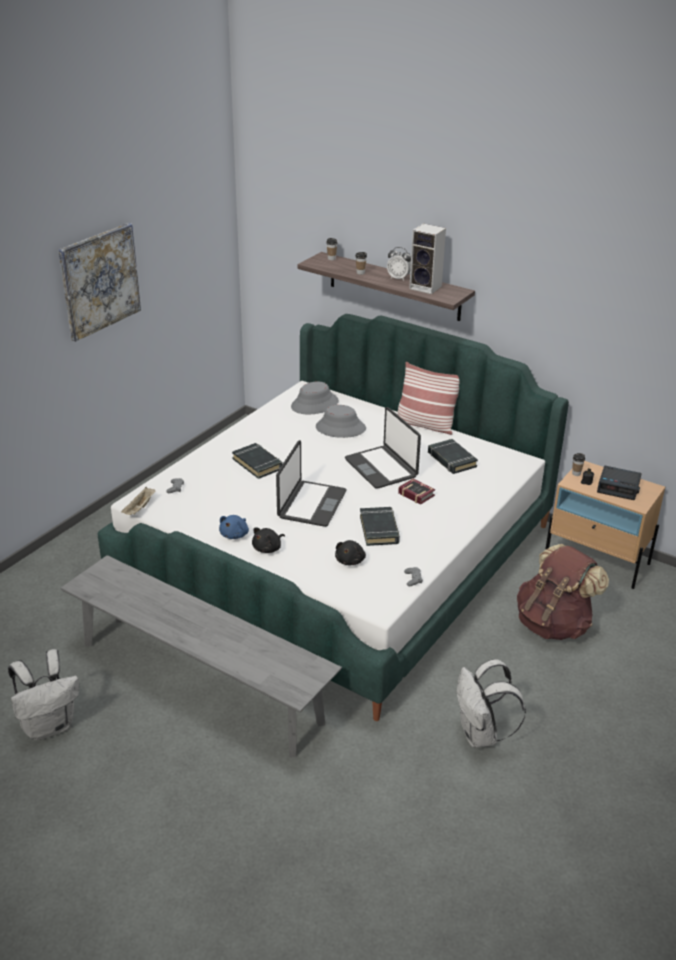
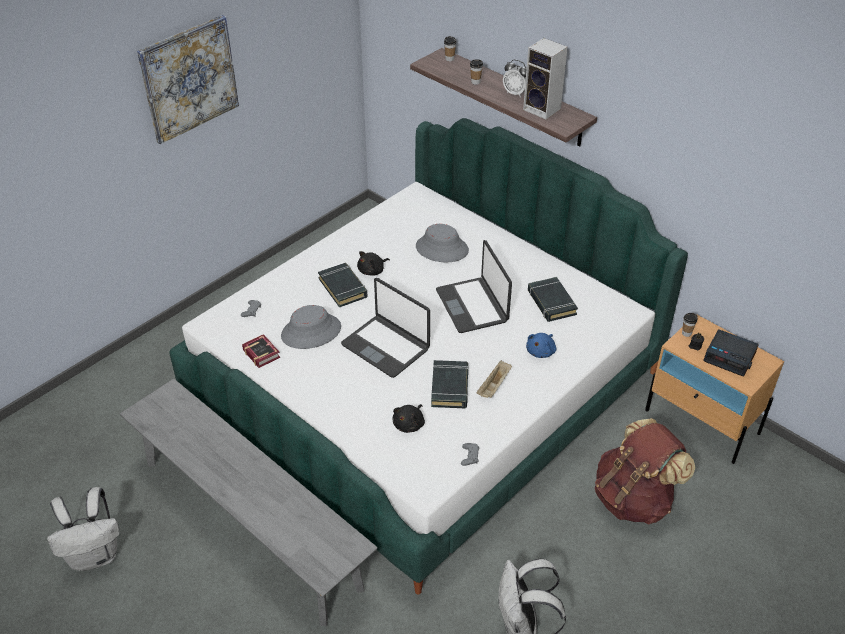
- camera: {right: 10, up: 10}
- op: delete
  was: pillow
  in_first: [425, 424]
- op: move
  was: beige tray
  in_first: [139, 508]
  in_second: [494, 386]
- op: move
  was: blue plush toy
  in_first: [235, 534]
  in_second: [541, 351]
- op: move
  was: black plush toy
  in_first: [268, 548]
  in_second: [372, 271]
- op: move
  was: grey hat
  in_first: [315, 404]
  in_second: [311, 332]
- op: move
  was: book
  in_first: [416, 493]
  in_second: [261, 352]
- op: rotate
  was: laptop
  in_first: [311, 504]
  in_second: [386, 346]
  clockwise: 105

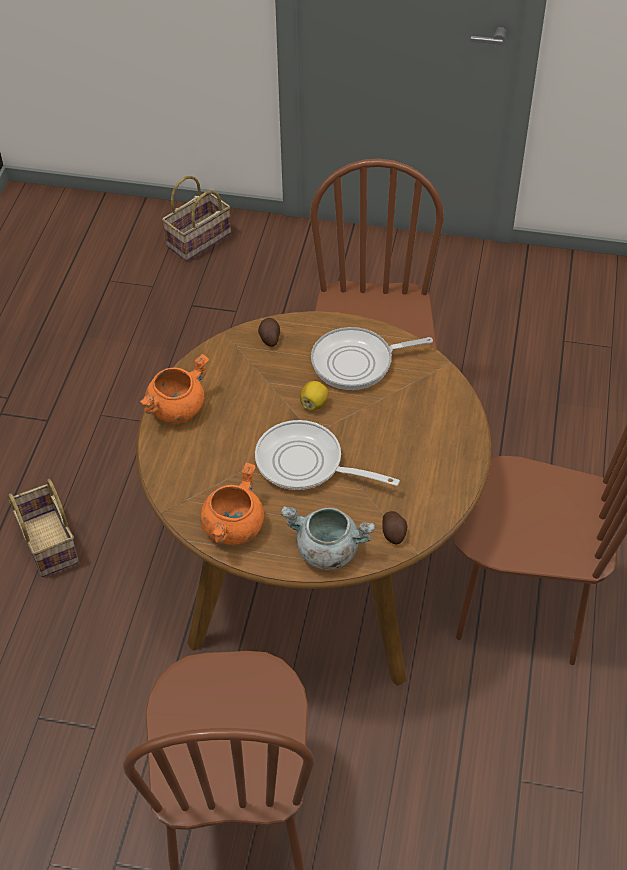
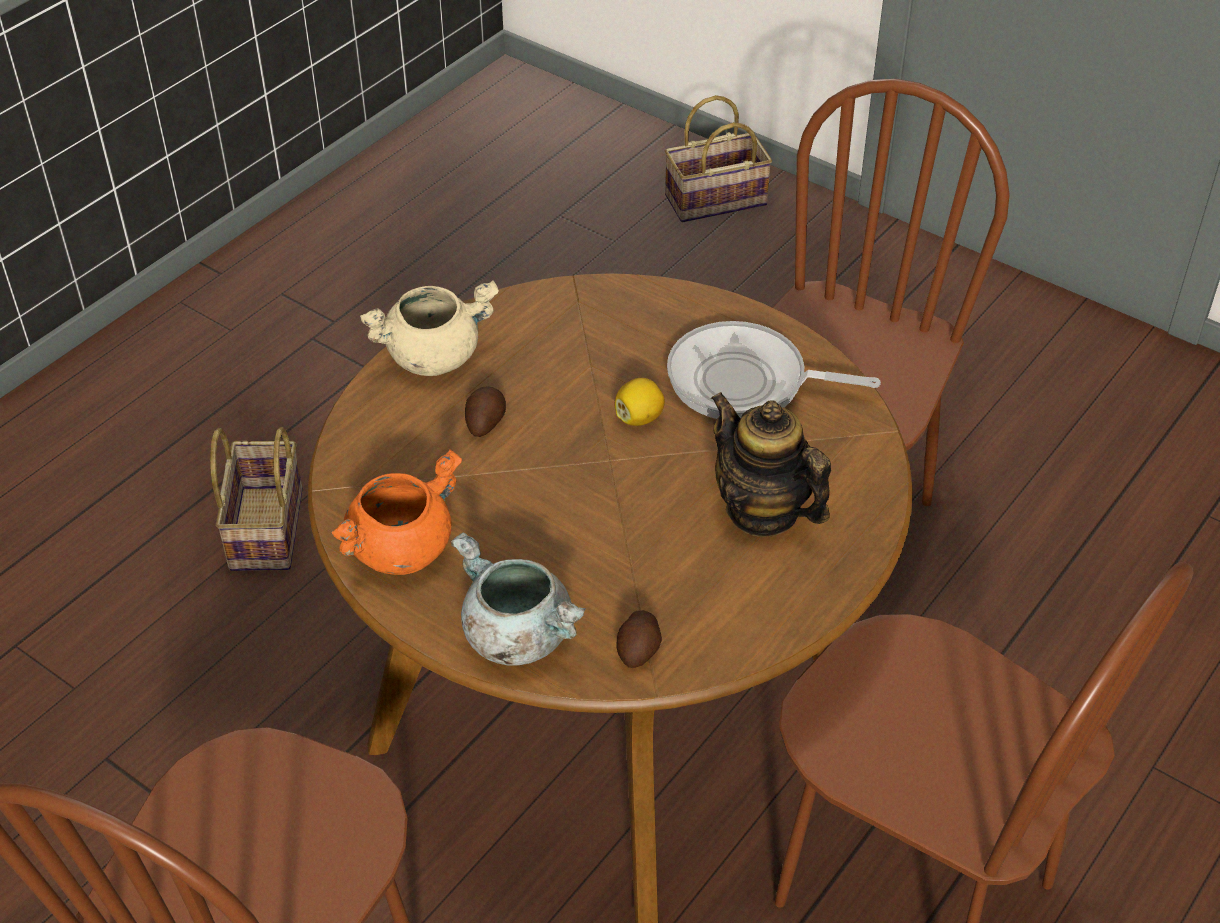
- camera: {right: 25, up: -5}
- op: delete
  was: frying pan
  in_first: [306, 464]
- op: insert
  now: teapot
  in_second: [763, 511]
- op: move
  was: potato
  in_first: [269, 338]
  in_second: [484, 422]
- op: recolor
  was: orange cooking pot
  now: beige cooking pot
  in_first: [176, 408]
  in_second: [433, 356]

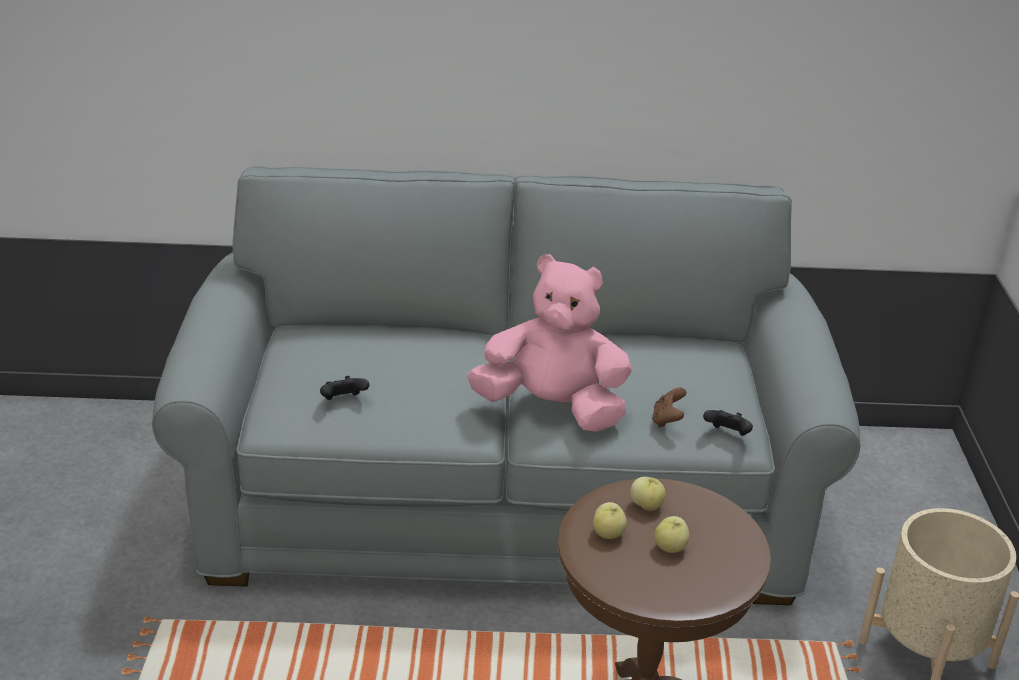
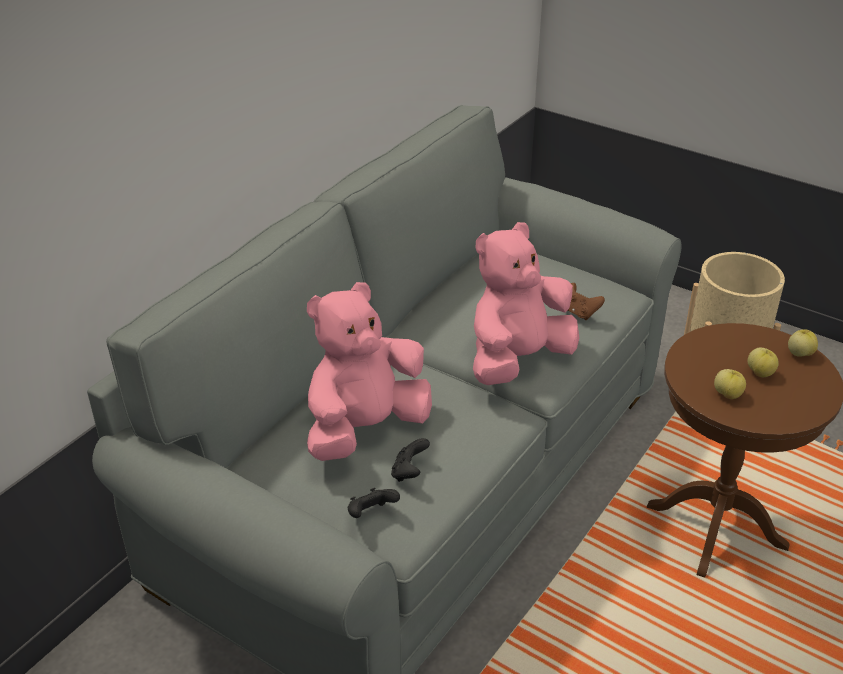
- camera: {right: -55, up: 5}
- op: insert
  now: pink plush toy
  in_second: [365, 429]
- op: move
  was: apple
  in_first: [646, 506]
  in_second: [799, 353]
- op: move
  was: black game controller
  in_first: [727, 435]
  in_second: [371, 514]

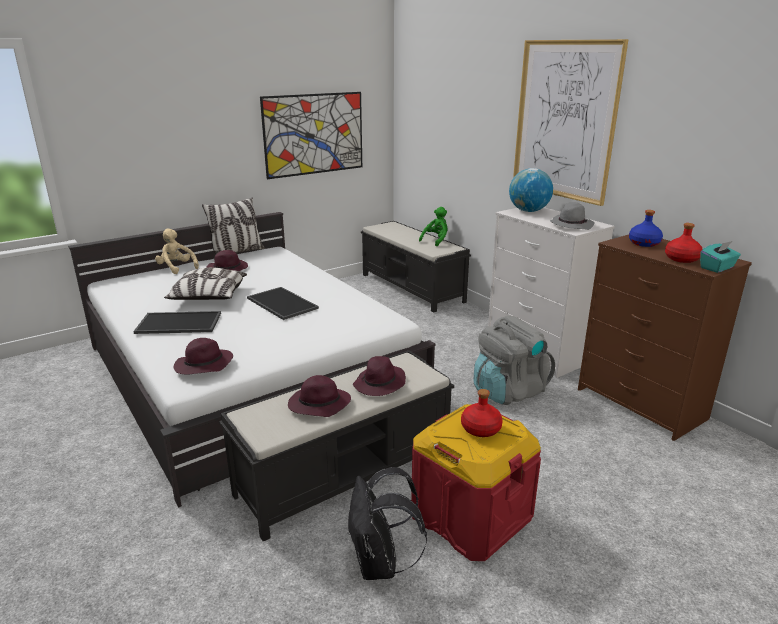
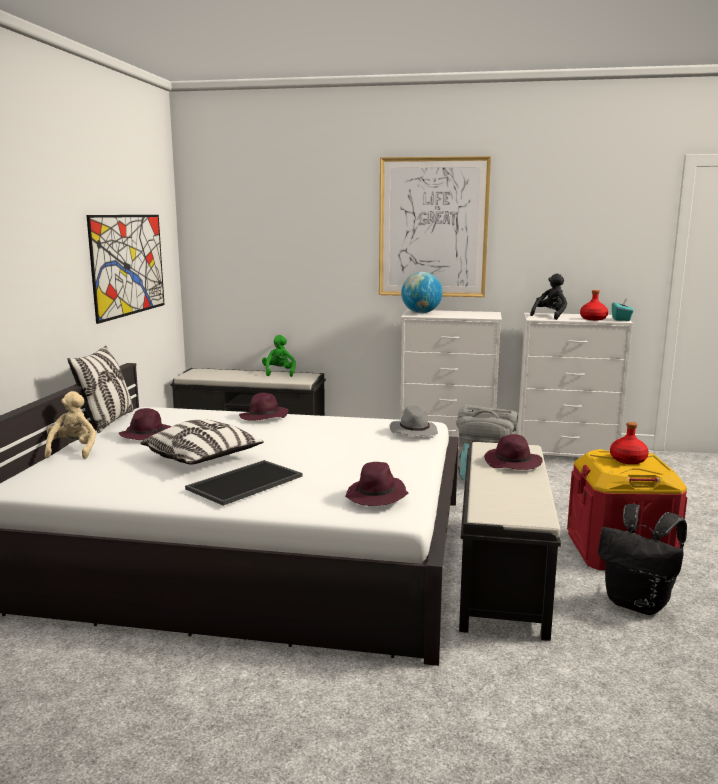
- camera: {right: -45, up: -10}
- op: delete
  was: tray
  in_first: [280, 303]
- op: move
  was: purple hat
  in_first: [318, 405]
  in_second: [263, 417]
- op: move
  was: grey hat
  in_first: [571, 225]
  in_second: [413, 432]
- op: replace
  was: blue bottle
  now: black plush toy
  in_first: [644, 243]
  in_second: [550, 316]
- op: recolor
  was: brown dresser
  now: white dresser
  in_first: [641, 404]
  in_second: [566, 454]
- op: rotate
  was: beige plush toy
  in_first: [176, 268]
  in_second: [73, 450]
  clockwise: 90

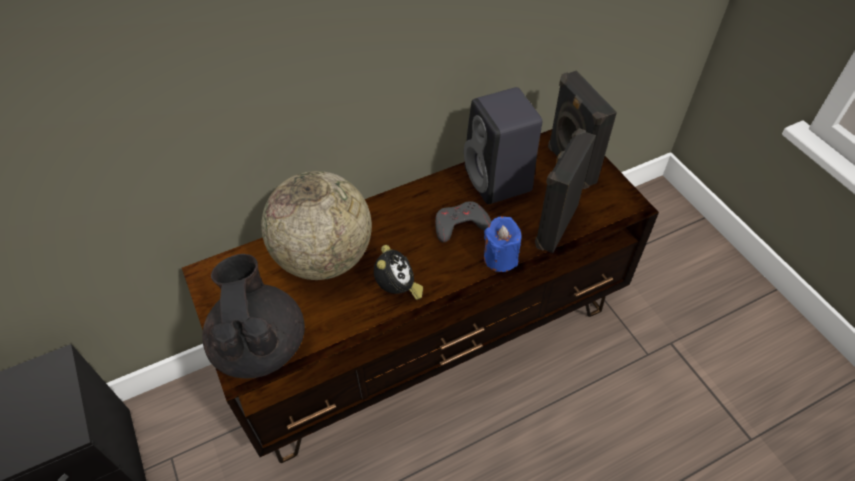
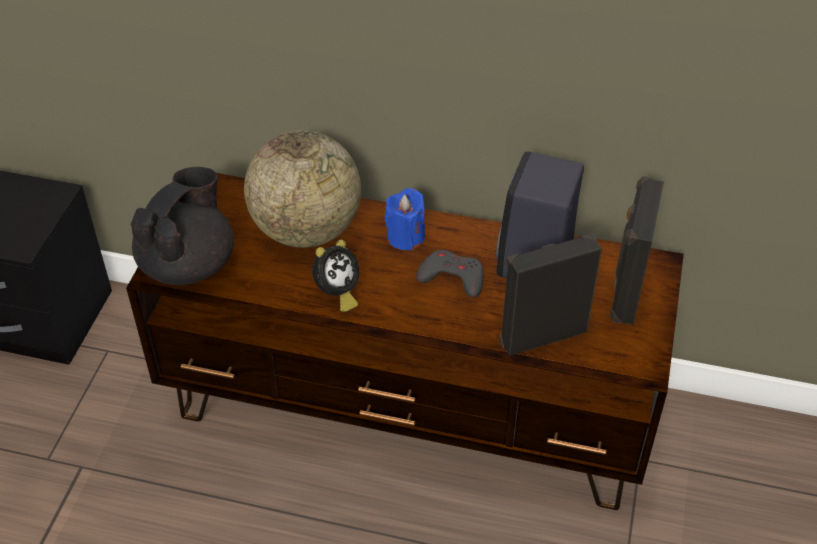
- camera: {right: 40, up: -5}
- op: move
  was: blue candle
  in_first: [500, 258]
  in_second: [405, 237]

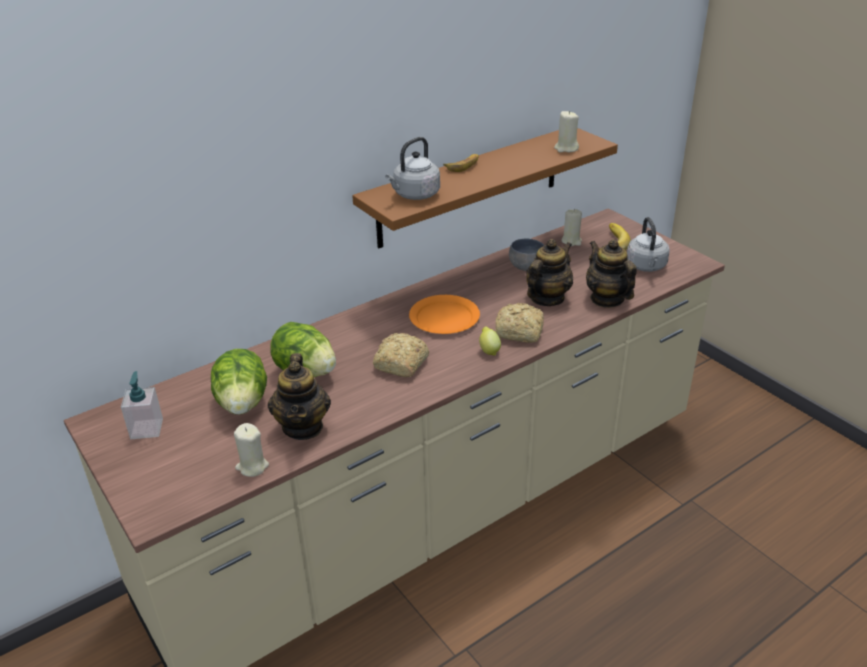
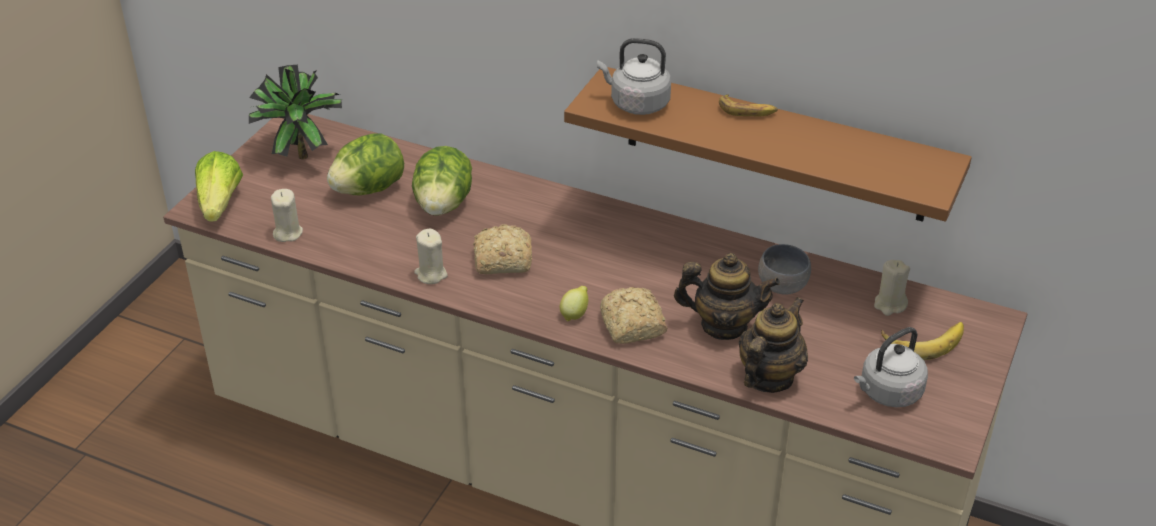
- camera: {right: 60, up: 5}
- op: delete
  was: teapot
  in_first: [303, 426]
- op: delete
  was: orange plate
  in_first: [444, 317]
- op: insert
  now: lettuce
  in_second: [220, 204]
- op: move
  was: beige candle
  in_first: [566, 148]
  in_second: [431, 274]
- op: replace
  was: soap dispenser
  now: potted plant
  in_first: [147, 428]
  in_second: [300, 154]

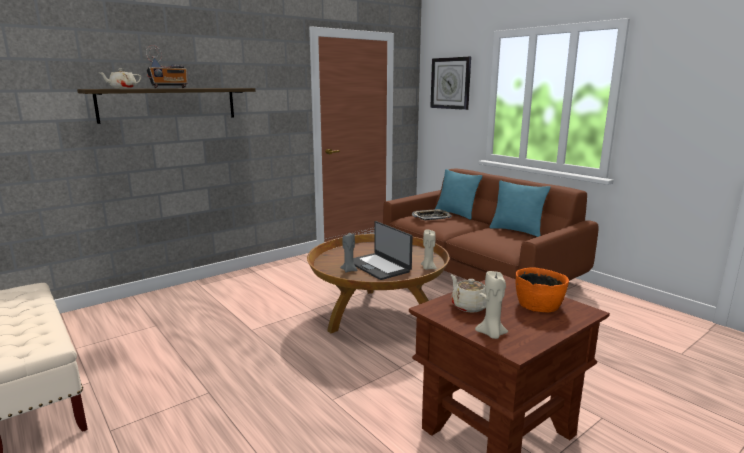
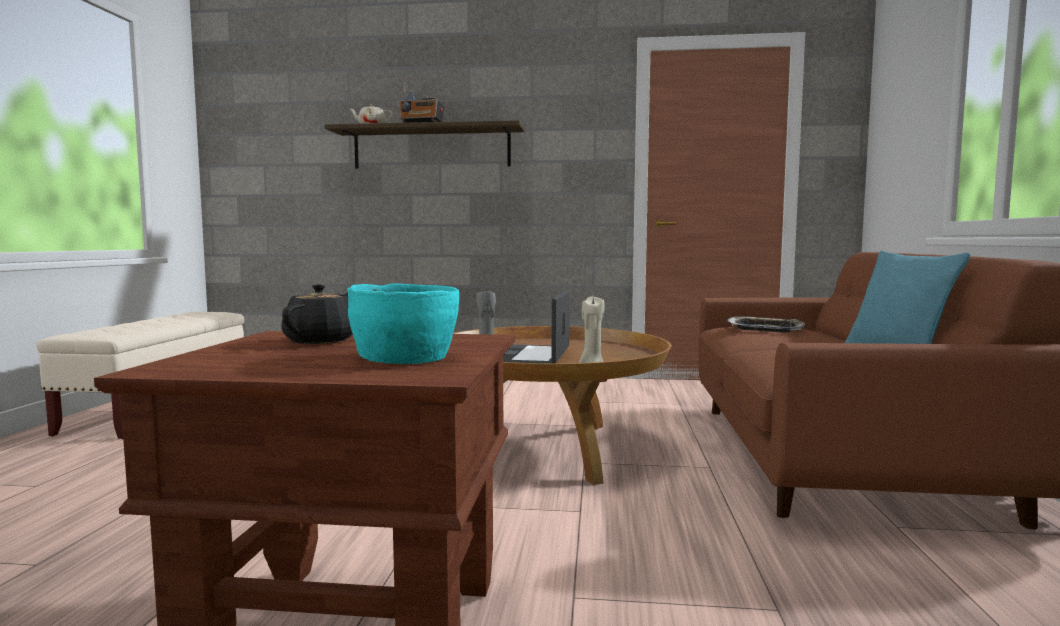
- camera: {right: 45, up: -10}
- op: delete
  was: wall clock
  in_first: [450, 83]
- op: delete
  was: turquoise pillow
  in_first: [456, 214]
- op: delete
  was: beige candle
  in_first: [491, 334]
- op: recolor
  was: beige teapot
  now: black teapot
  in_first: [468, 306]
  in_second: [322, 340]
- op: recolor
  was: orange bowl
  now: turquoise bowl
  in_first: [538, 304]
  in_second: [406, 357]

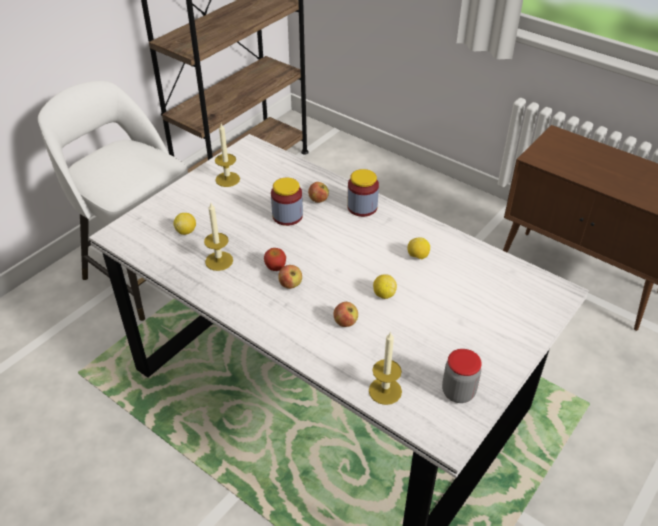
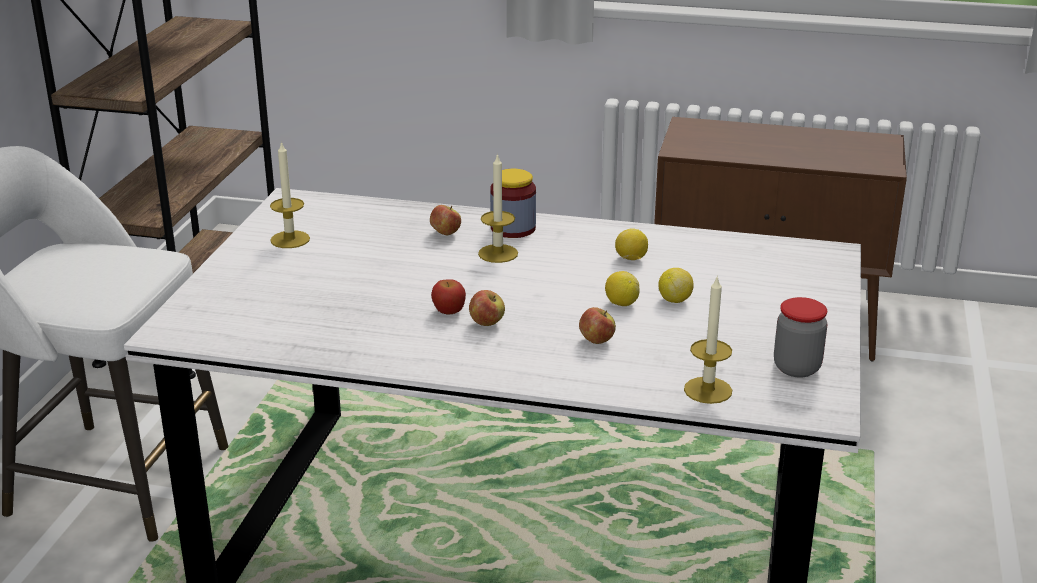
- camera: {right: -25, up: -15}
- op: delete
  was: jar
  in_first: [287, 216]
- op: move
  was: lemon
  in_first: [186, 231]
  in_second: [674, 300]
- op: move
  was: candle
  in_first: [219, 261]
  in_second: [498, 253]

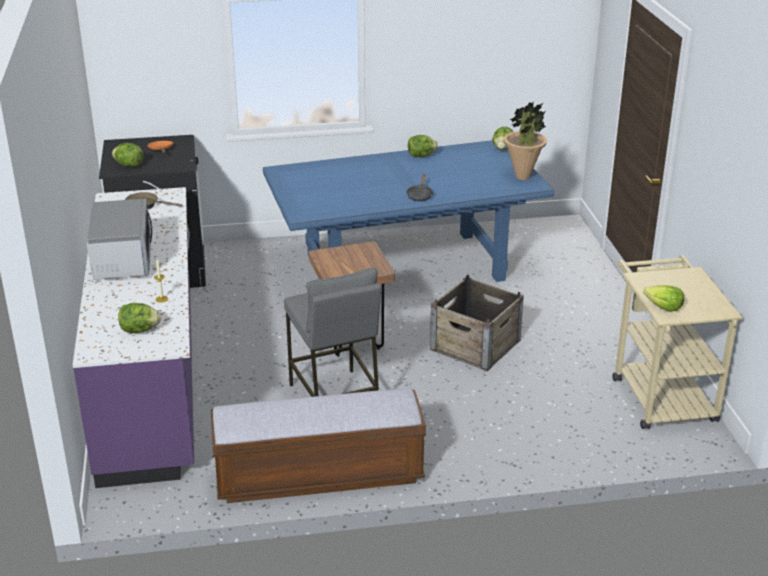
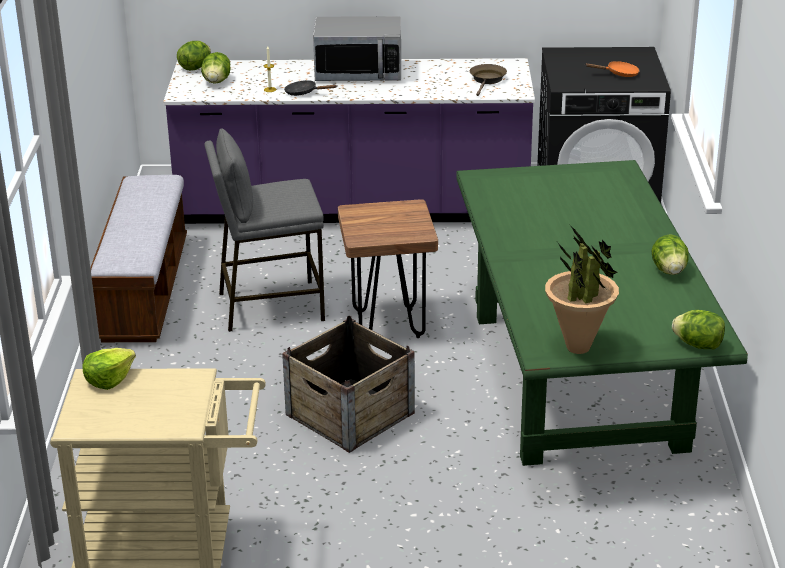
- camera: {right: 100, up: 0}
- op: move
  was: lettuce
  in_first: [129, 165]
  in_second: [195, 67]
- op: move
  was: black frying pan
  in_first: [420, 195]
  in_second: [304, 93]
- op: recolor
  was: blue dining table
  now: green dining table
  in_first: [403, 267]
  in_second: [576, 379]

